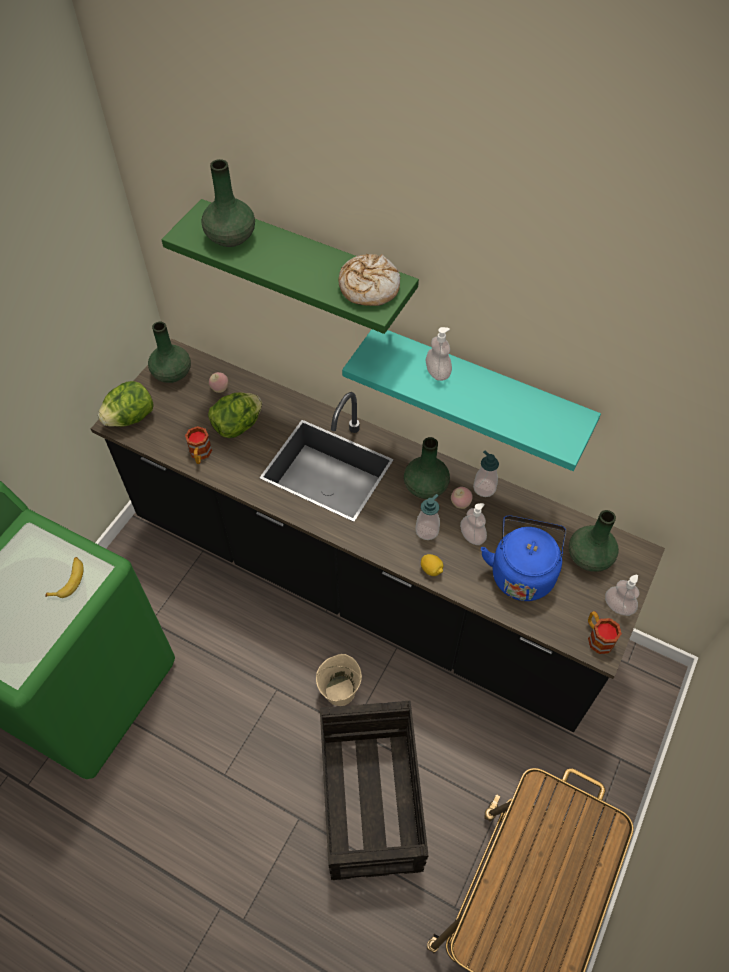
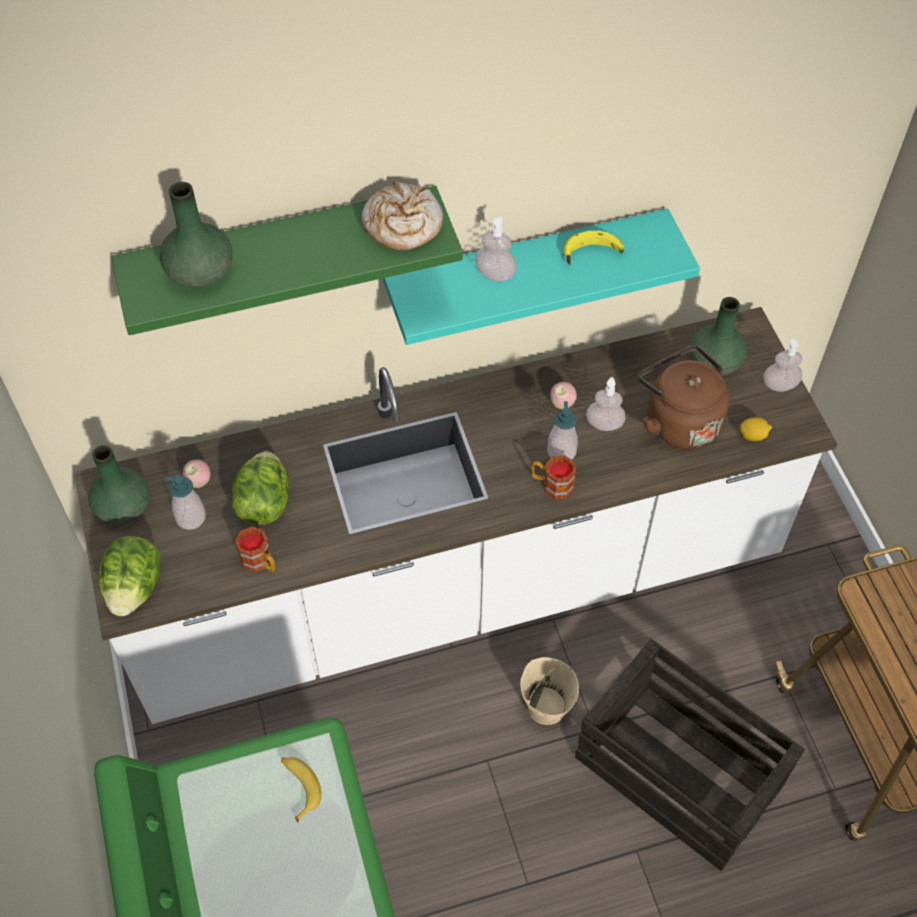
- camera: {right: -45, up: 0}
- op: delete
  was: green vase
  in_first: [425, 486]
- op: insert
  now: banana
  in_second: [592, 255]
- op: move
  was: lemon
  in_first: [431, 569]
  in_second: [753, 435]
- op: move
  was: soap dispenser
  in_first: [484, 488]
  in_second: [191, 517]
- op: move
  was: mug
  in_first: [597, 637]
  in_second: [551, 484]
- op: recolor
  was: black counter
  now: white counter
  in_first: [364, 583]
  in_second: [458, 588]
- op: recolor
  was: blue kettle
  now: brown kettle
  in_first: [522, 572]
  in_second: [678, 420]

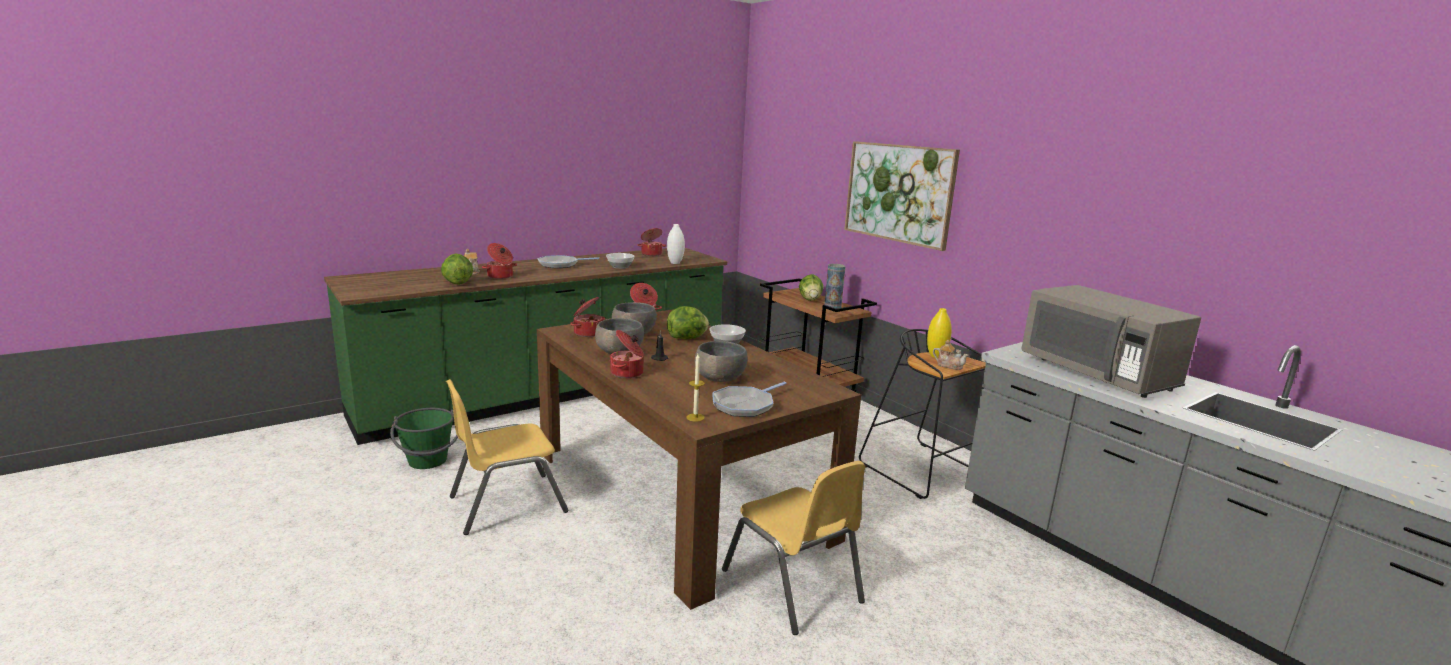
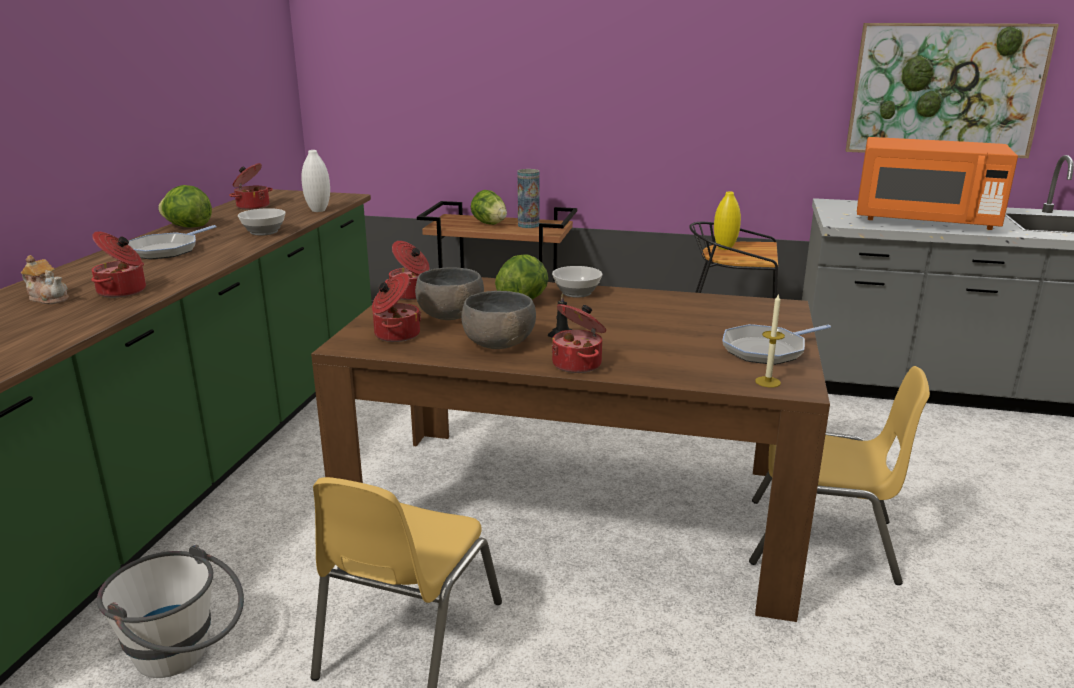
- camera: {right: -40, up: 5}
- op: delete
  was: grey bowl
  in_first: [719, 378]
- op: delete
  was: teapot
  in_first: [949, 365]
- op: move
  was: lettuce
  in_first: [457, 283]
  in_second: [188, 227]
- op: move
  was: picture
  in_first: [899, 193]
  in_second: [945, 90]
- op: recolor
  was: green bucket
  now: white bucket
  in_first: [428, 464]
  in_second: [183, 657]
- op: recolor
  was: grey microwave
  now: orange microwave
  in_first: [1097, 374]
  in_second: [924, 221]
- op: rotate
  was: frying pan
  in_first: [745, 405]
  in_second: [767, 350]
  clockwise: 60

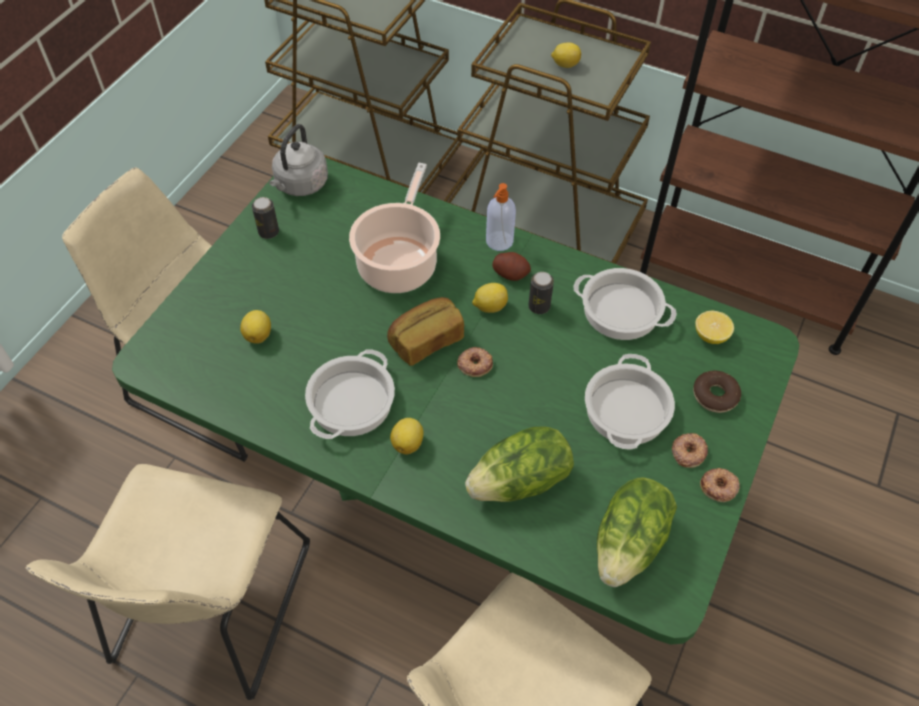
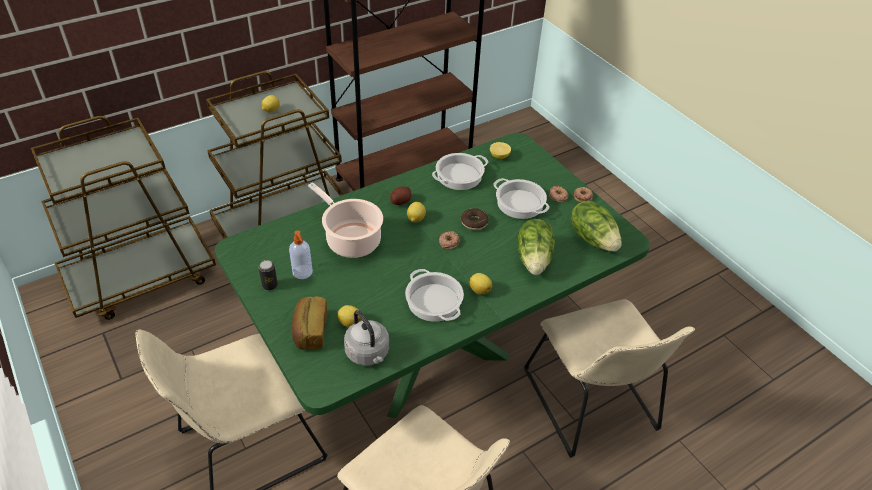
- camera: {right: -60, up: -10}
- op: delete
  was: can
  in_first: [539, 306]
- op: move
  was: grey kettle
  in_first: [300, 185]
  in_second: [368, 354]
- op: move
  was: bread
  in_first: [426, 341]
  in_second: [310, 332]
- op: move
  was: soap dispenser
  in_first: [498, 242]
  in_second: [302, 273]
- op: move
  was: donut
  in_first: [715, 396]
  in_second: [474, 223]

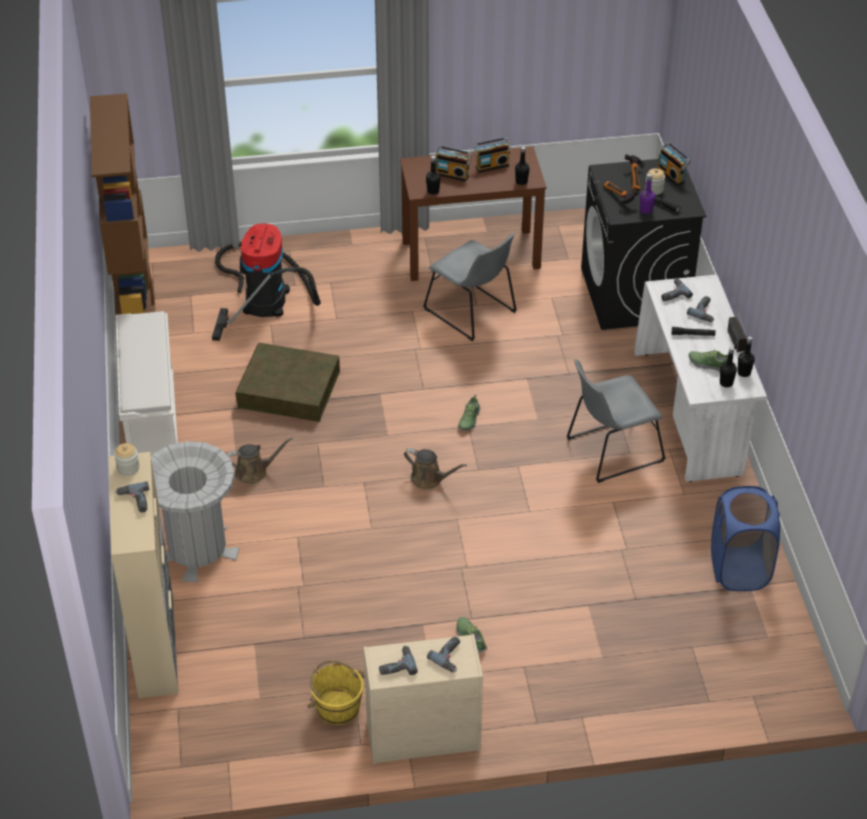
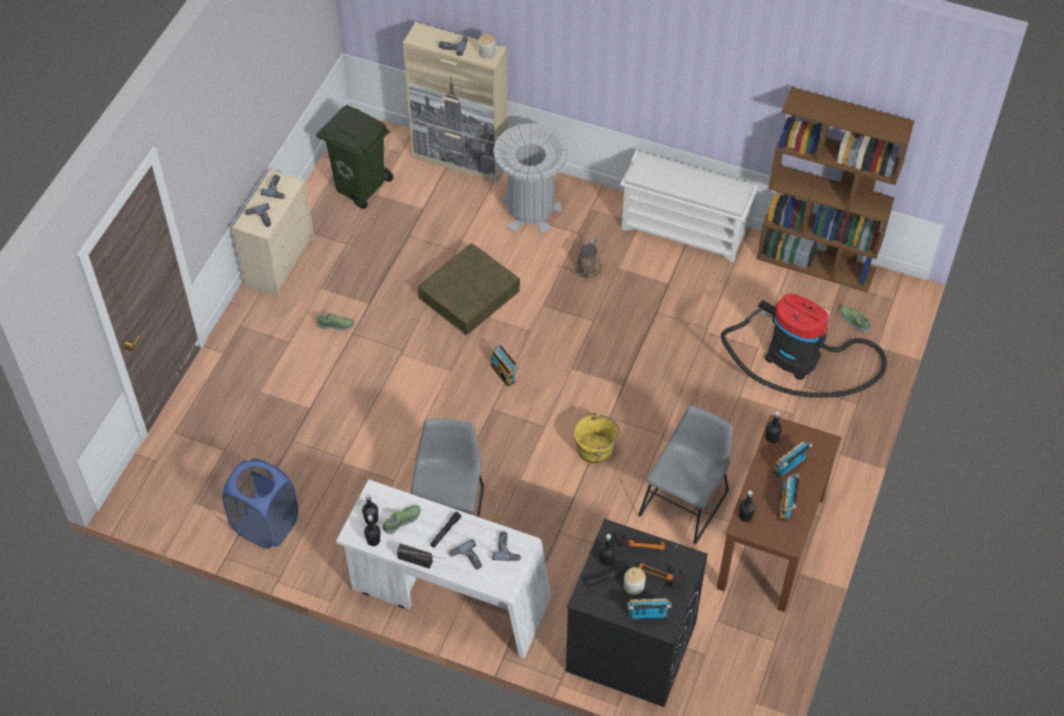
- camera: {right: 120, up: 10}
- op: insert
  now: green trash can
  in_second: [360, 185]
- op: move
  was: brown storage box
  in_first: [289, 389]
  in_second: [469, 294]
- op: move
  was: yellow bucket
  in_first: [337, 707]
  in_second: [595, 449]
- op: move
  was: shoe
  in_first: [469, 419]
  in_second: [854, 320]
- op: replace
  was: brown watering can
  now: radio
  in_first: [429, 479]
  in_second: [504, 373]
- op: recolor
  was: purple bottle
  now: black bottle
  in_first: [646, 210]
  in_second: [606, 560]
- op: rotate
  was: grey chair
  in_first: [472, 312]
  in_second: [685, 501]
  clockwise: 135

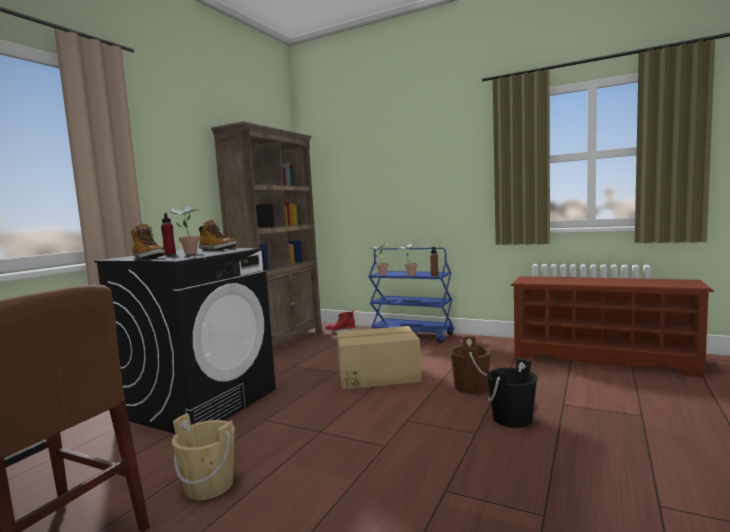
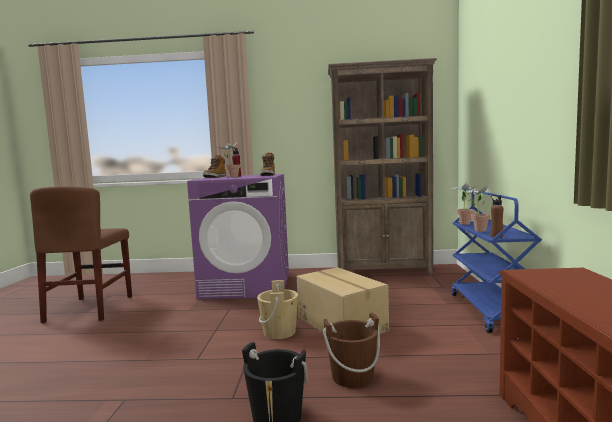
- camera: {right: 65, up: 0}
- op: delete
  was: red boot
  in_first: [340, 331]
- op: move
  was: beige bucket
  in_first: [209, 485]
  in_second: [279, 332]
- op: recolor
  was: black washing machine
  now: purple washing machine
  in_first: [201, 403]
  in_second: [247, 285]

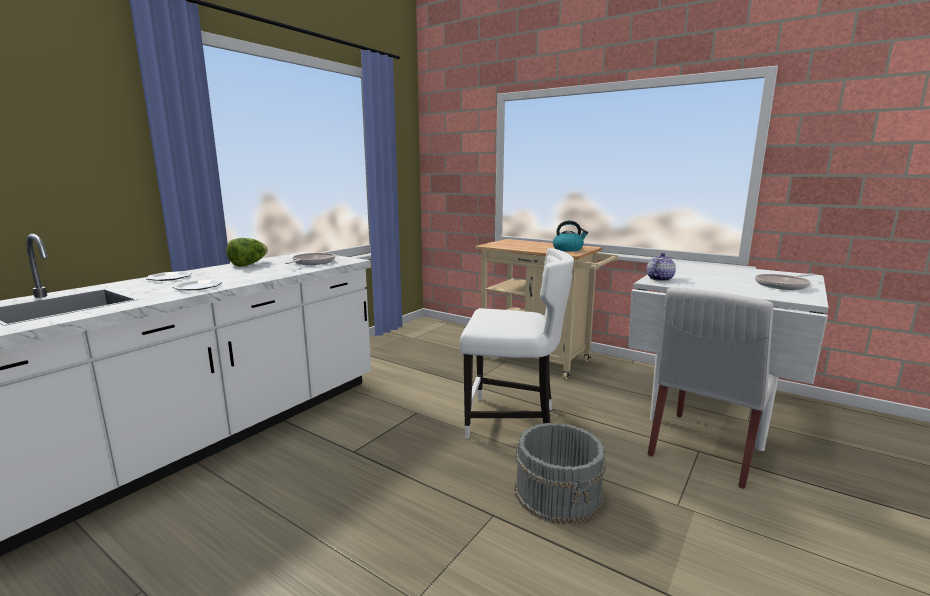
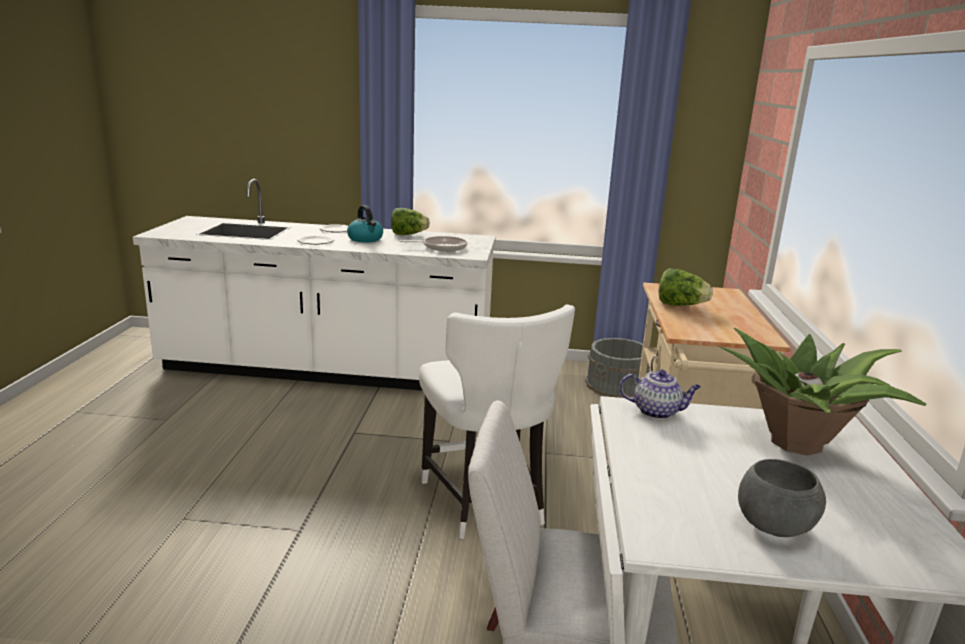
- camera: {right: 60, up: 5}
- op: insert
  now: lettuce
  in_second: [680, 305]
- op: insert
  now: potted plant
  in_second: [798, 443]
- op: move
  was: grey bucket
  in_first: [559, 493]
  in_second: [617, 385]
- op: move
  was: kettle
  in_first: [568, 249]
  in_second: [365, 239]
- op: replace
  was: frying pan
  now: grey bowl
  in_first: [783, 285]
  in_second: [775, 527]

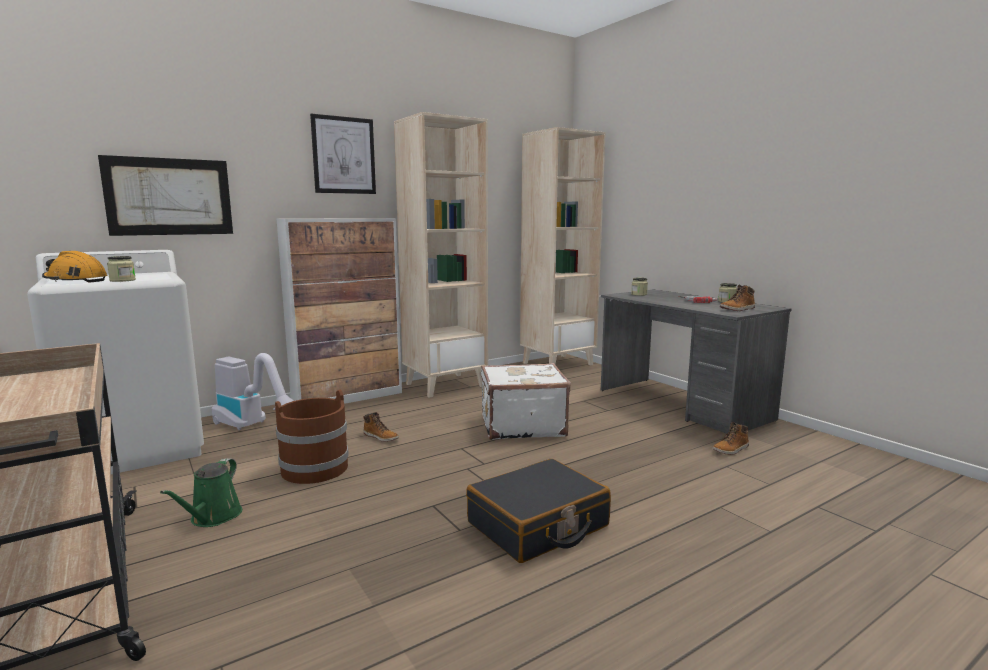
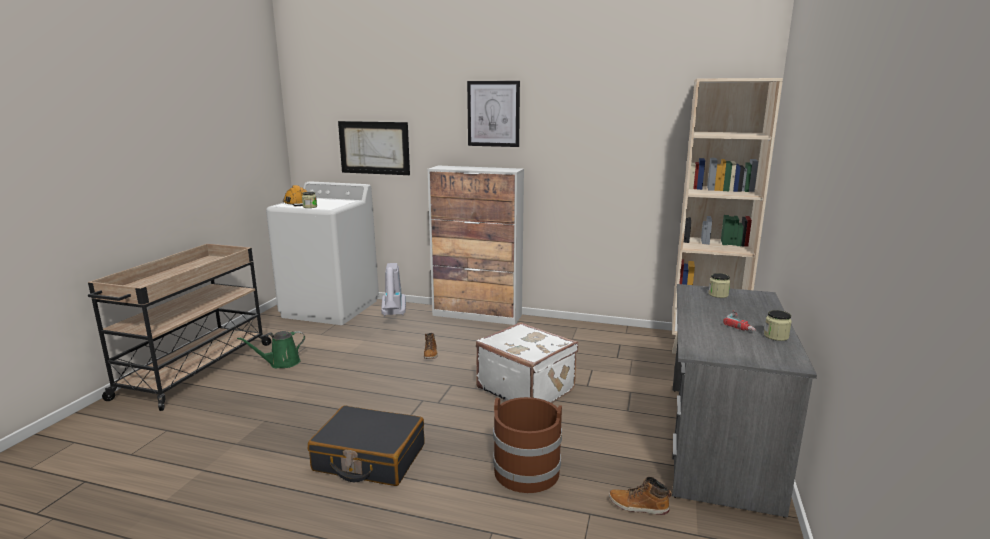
- camera: {right: 50, up: 5}
- op: delete
  was: beige bookcase
  in_first: [445, 385]
- op: delete
  was: boot
  in_first: [737, 309]
- op: move
  was: brown bucket
  in_first: [314, 469]
  in_second: [526, 471]

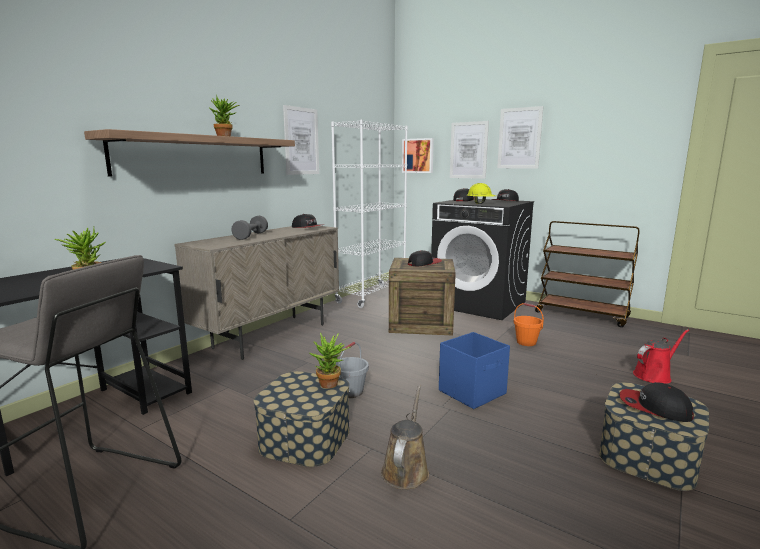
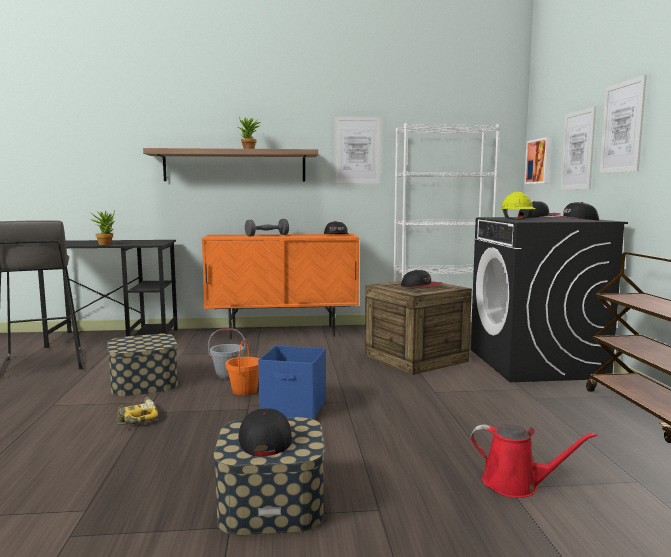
- camera: {right: 50, up: -5}
- op: delete
  was: potted plant
  in_first: [330, 386]
- op: move
  was: orange bucket
  in_first: [526, 342]
  in_second: [245, 391]
- op: replace
  was: brown watering can
  now: power drill
  in_first: [406, 469]
  in_second: [136, 417]
- op: recolor
  was: beige cabinet
  now: orange cabinet
  in_first: [271, 336]
  in_second: [283, 332]

